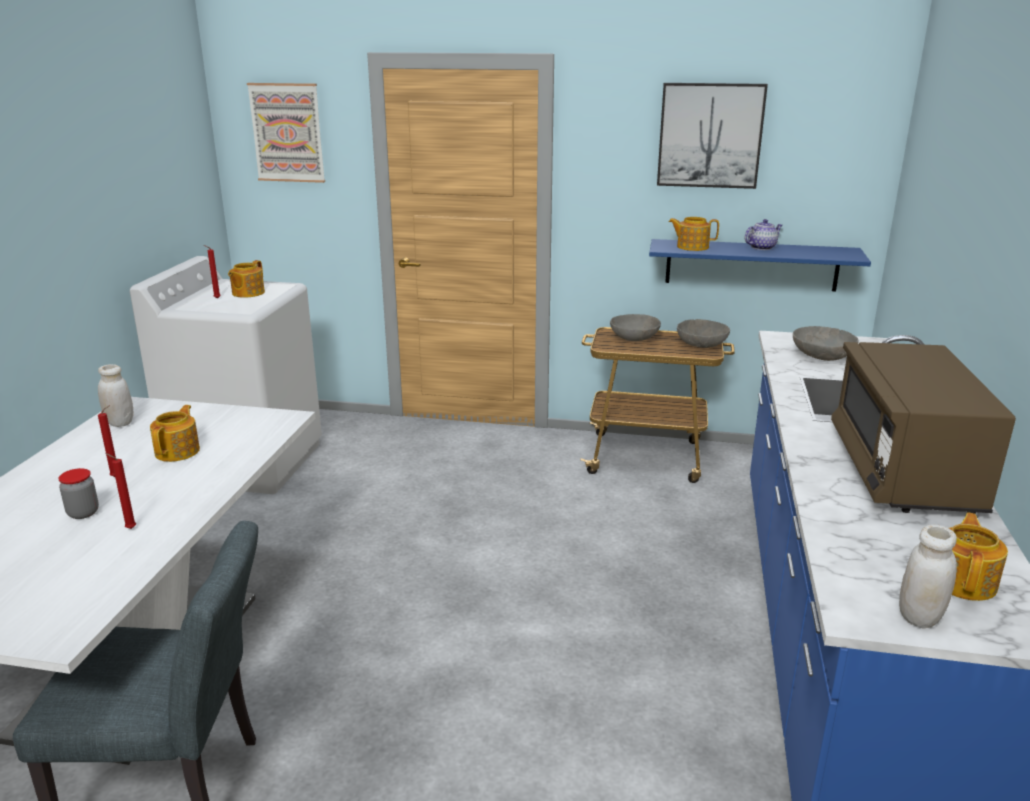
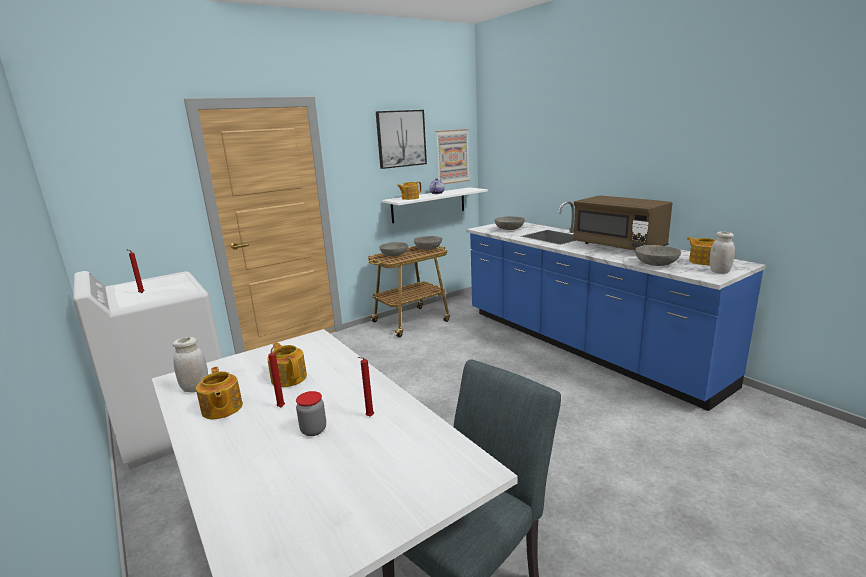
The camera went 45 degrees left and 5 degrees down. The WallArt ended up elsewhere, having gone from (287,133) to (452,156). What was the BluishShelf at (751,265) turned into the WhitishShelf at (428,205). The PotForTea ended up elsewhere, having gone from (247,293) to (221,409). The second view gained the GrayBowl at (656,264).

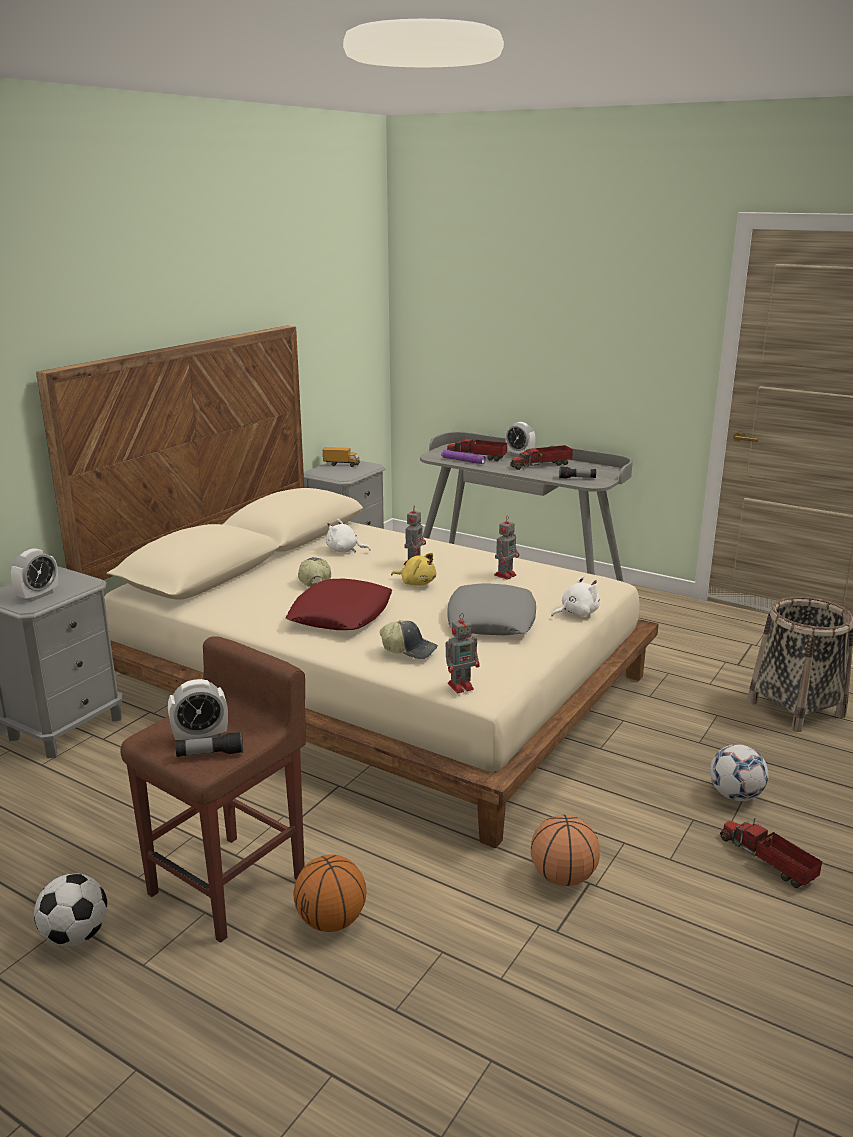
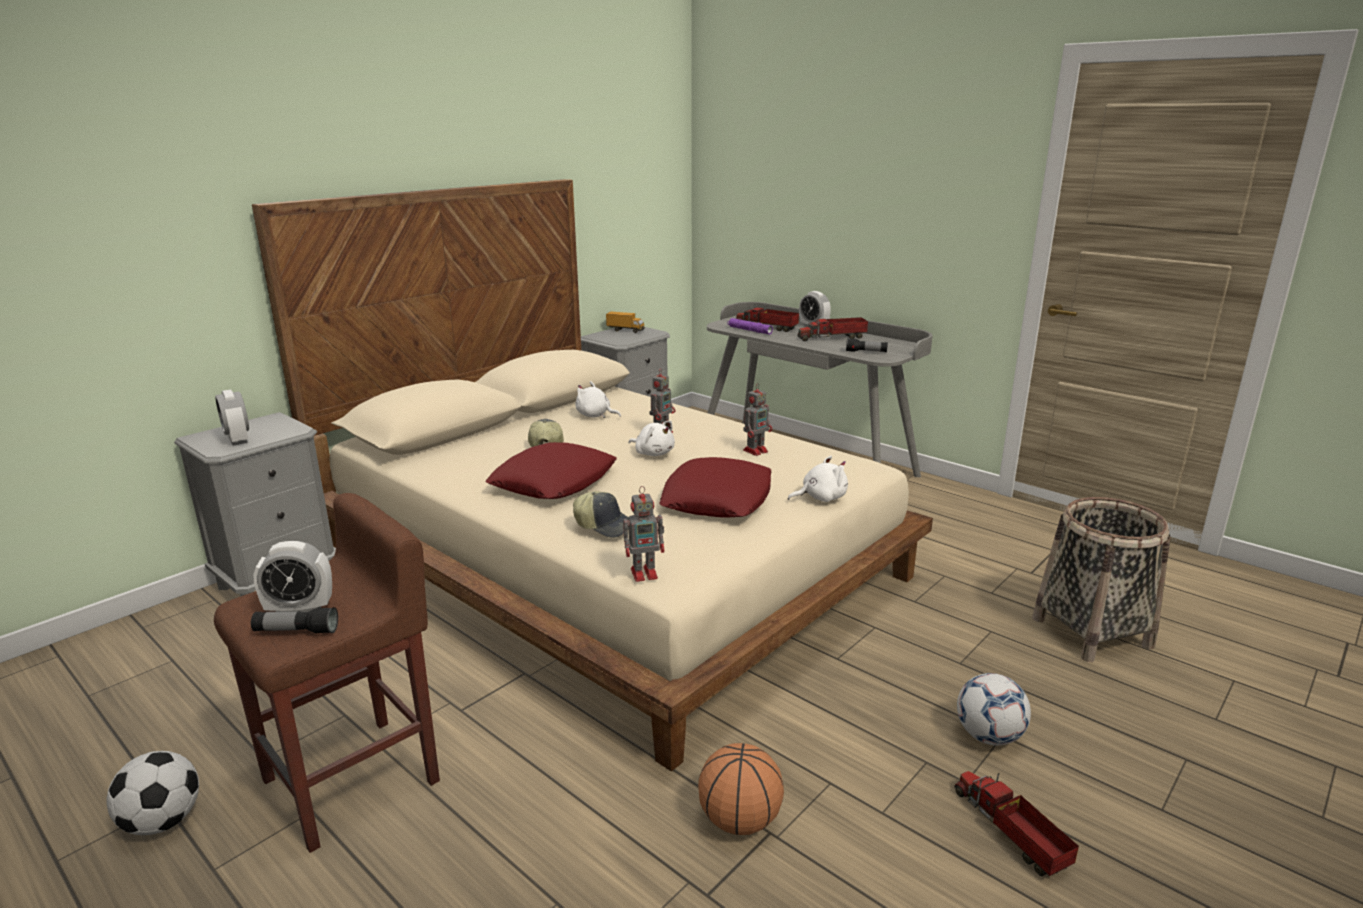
The camera went 10 degrees right and 0 degrees up. The AlarmClock at (38,595) ended up facing another way, 105 degrees clockwise from before. What was the YellowSoftToy at (416,583) turned into the WhitishSoftToy at (653,453). What was the GrayThrowPillow at (491,619) turned into the ReddishThrowPillow at (717,498). The second view lost the BasketballBall at (331,921).

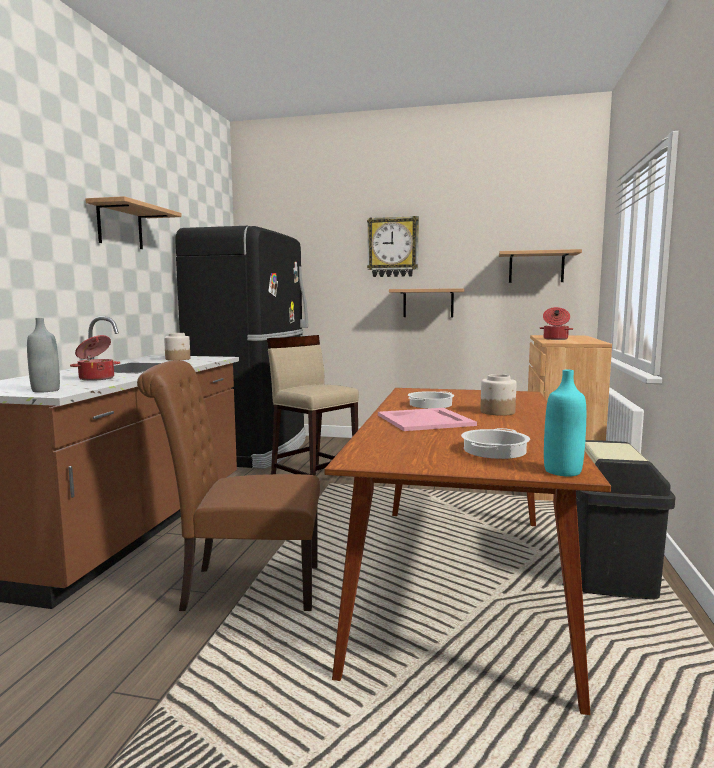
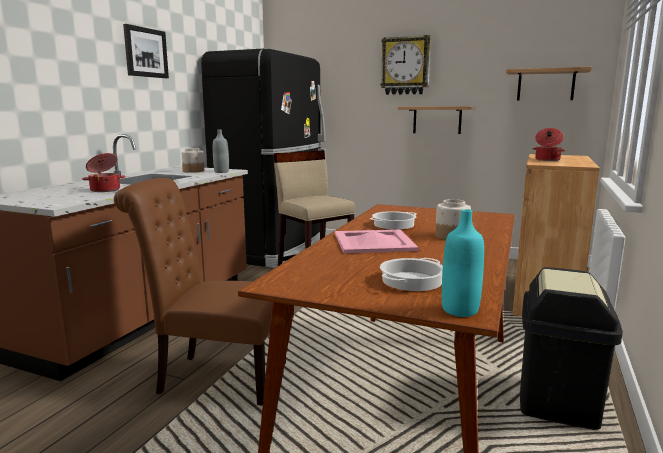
The camera went 10 degrees right and 5 degrees up. Where the Shelf hung at (120,226), the WallArt came to hang at (145,52). The GrayBeverageBottle ended up elsewhere, having gone from (45,390) to (221,172).

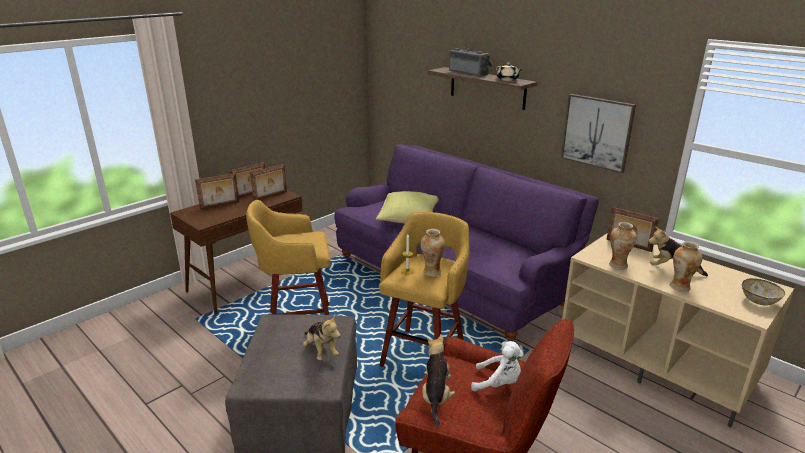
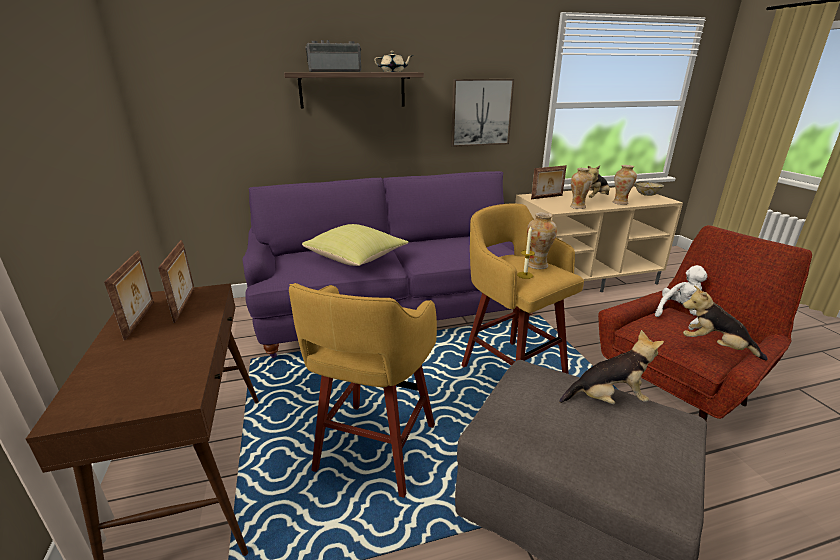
The camera went 60 degrees left and 0 degrees up. The second view lost the StandingFrame at (220,205).

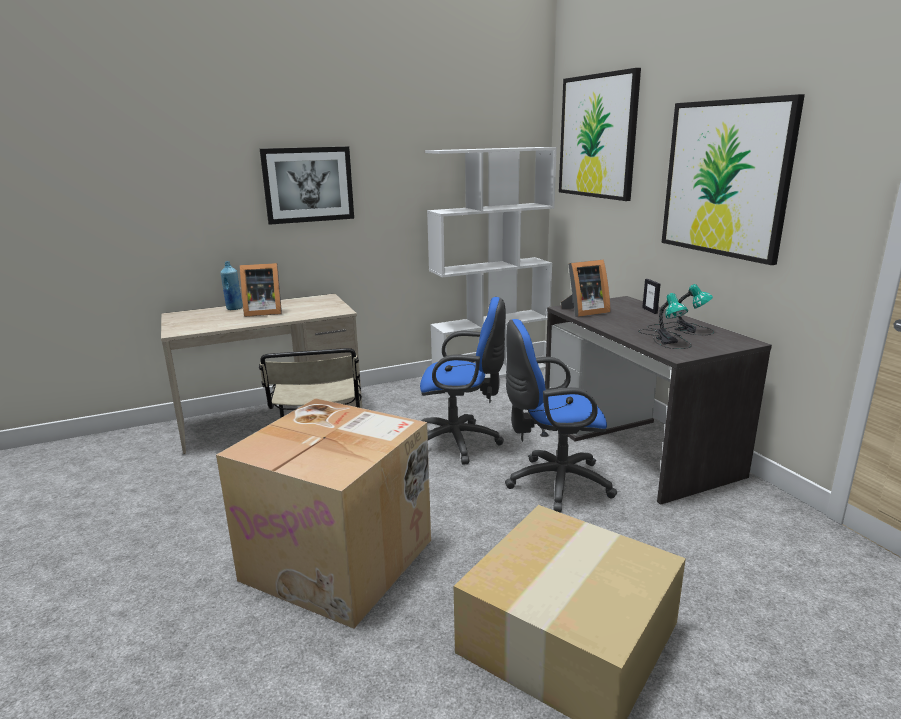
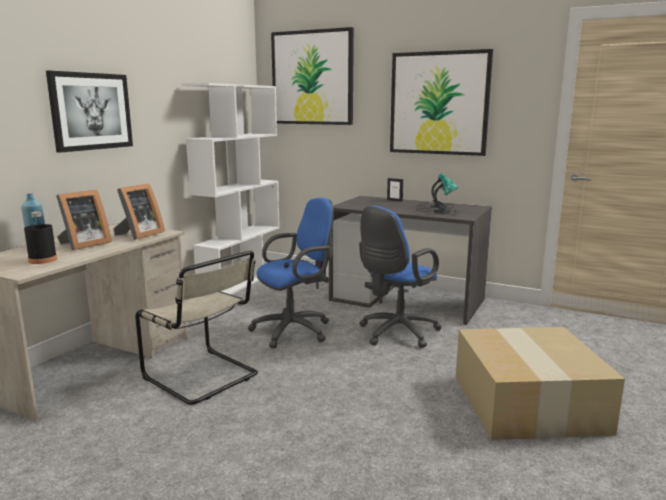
The camera went 40 degrees left and 5 degrees down. The StandingFrame ended up elsewhere, having gone from (584,312) to (139,235). The second view lost the CardboardBox at (341,559). The second view gained the BlackishBeverageBottle at (43,260).

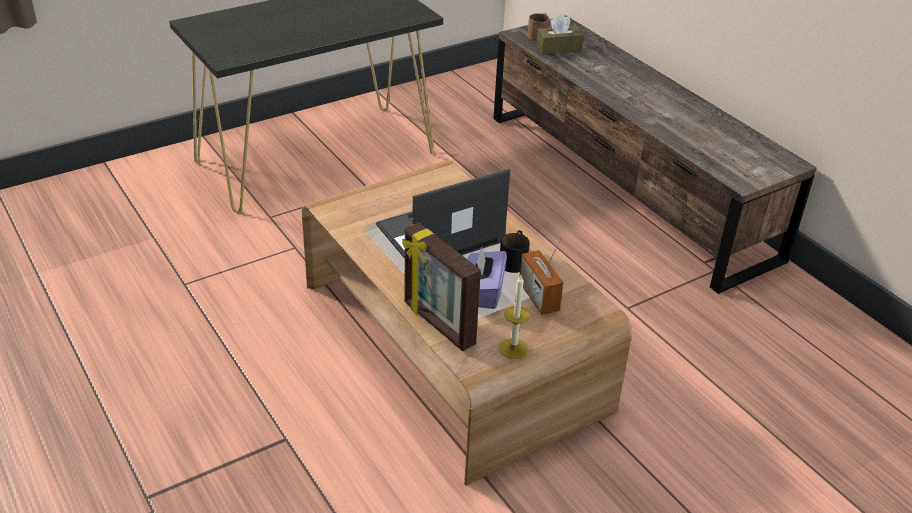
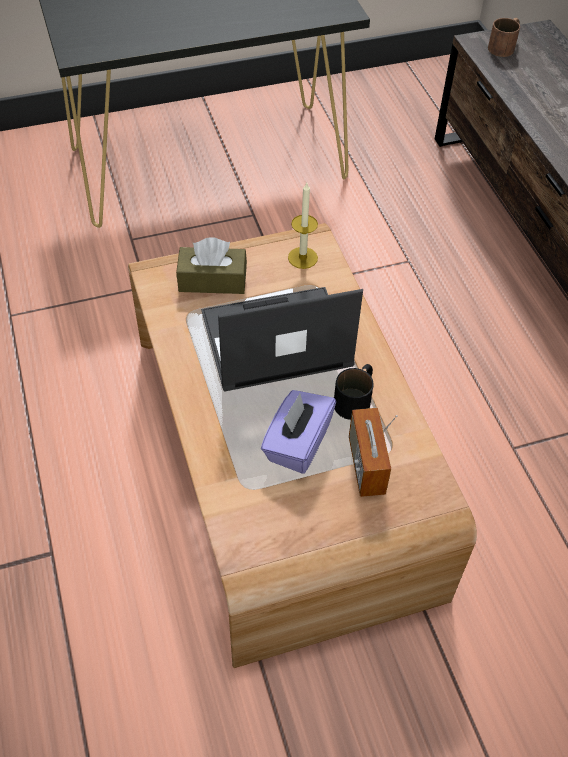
The camera went 15 degrees right and 15 degrees up. The BrownTissueHolder ended up elsewhere, having gone from (558,48) to (212,280). The second view lost the StandingFrame at (437,324). The WaxLight ended up elsewhere, having gone from (513,348) to (302,258).

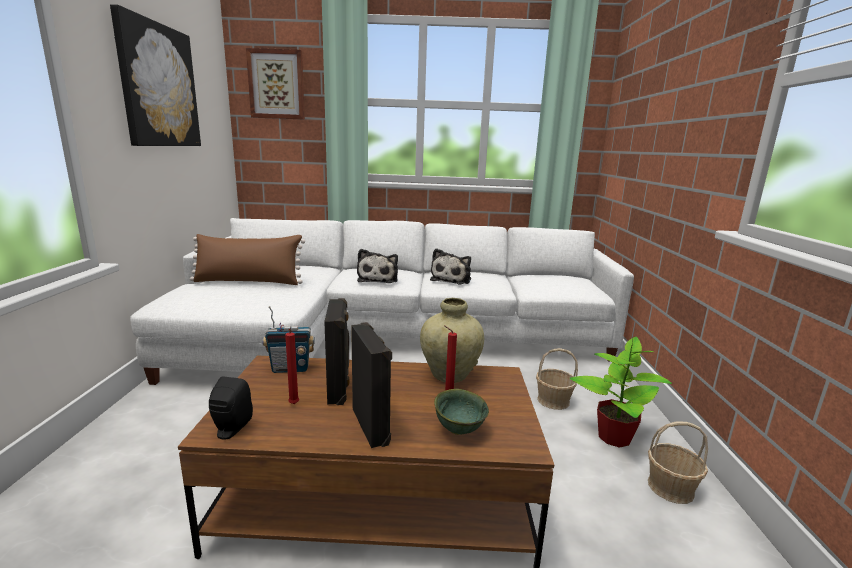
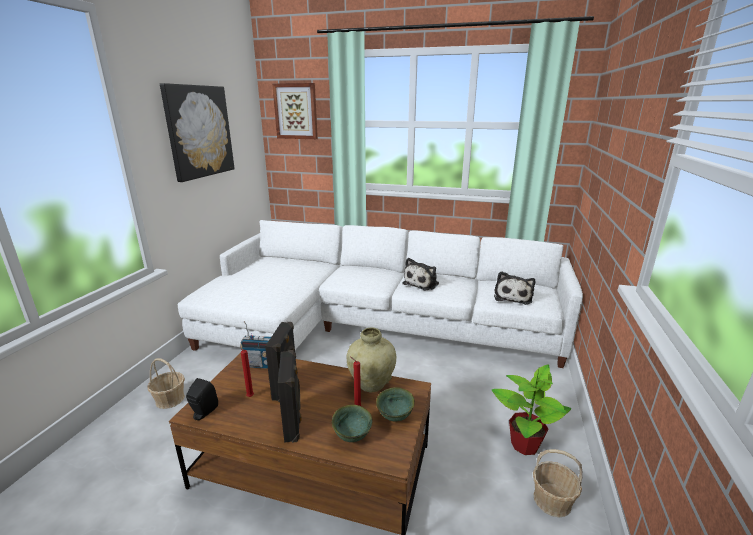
The camera went 15 degrees right and 5 degrees up. The second view lost the BrownThrowPillow at (248,282). The SoftToy ended up elsewhere, having gone from (378,279) to (512,297). The StorageBasket ended up elsewhere, having gone from (553,400) to (170,399). The second view gained the GreenColouredBowl at (396,417).

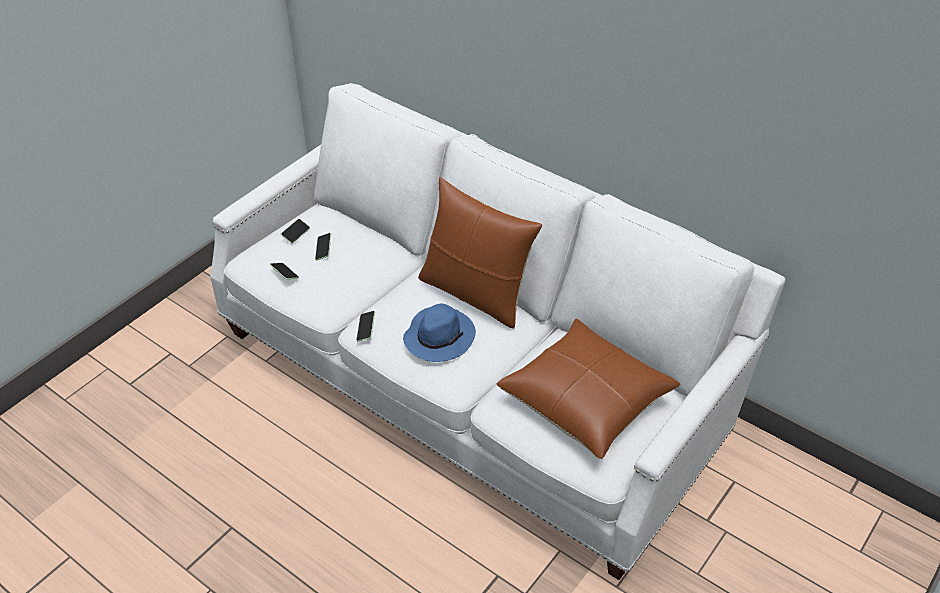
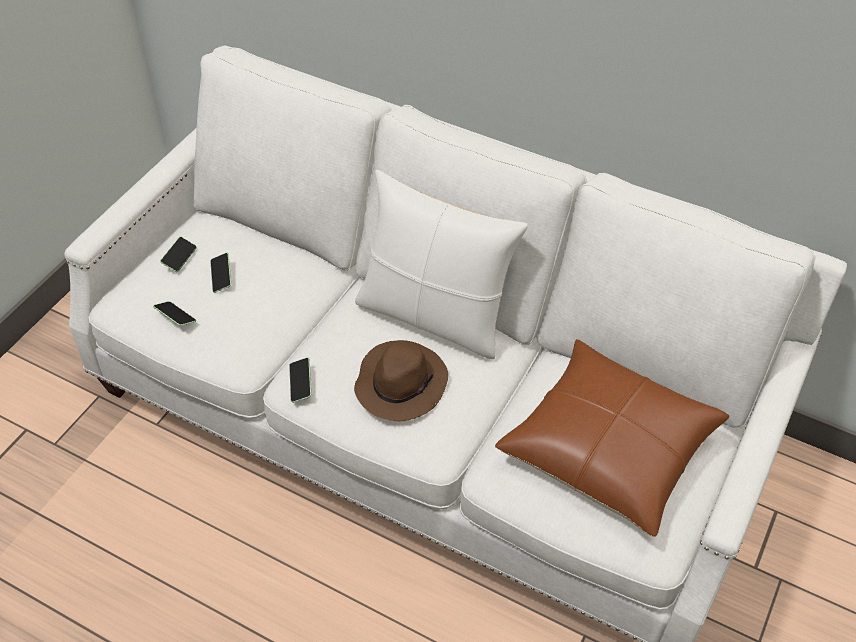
The camera went 10 degrees left and 5 degrees up. What was the BrownThrowPillow at (475,293) turned into the WhitishThrowPillow at (434,316). What was the BluishHat at (439,337) turned into the BrownHat at (400,383).

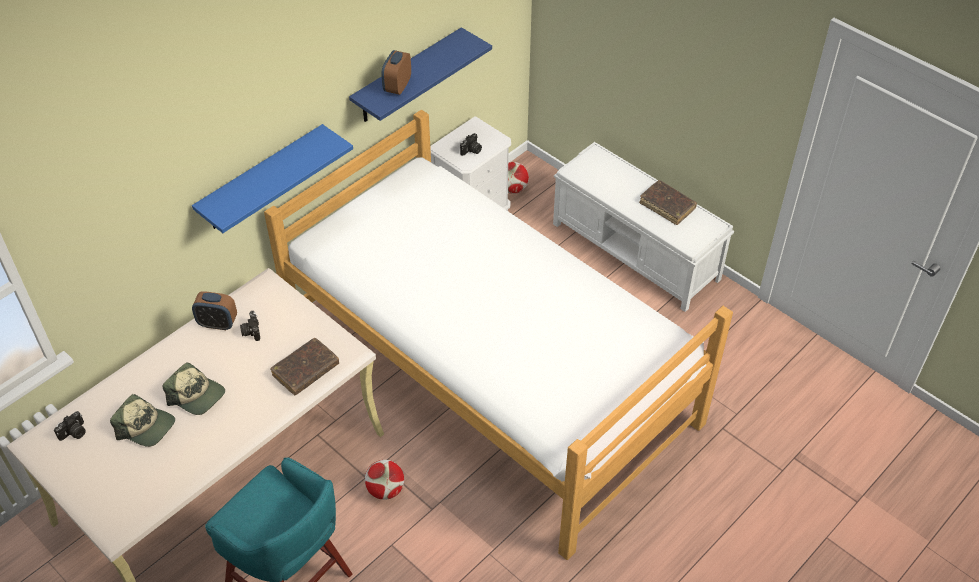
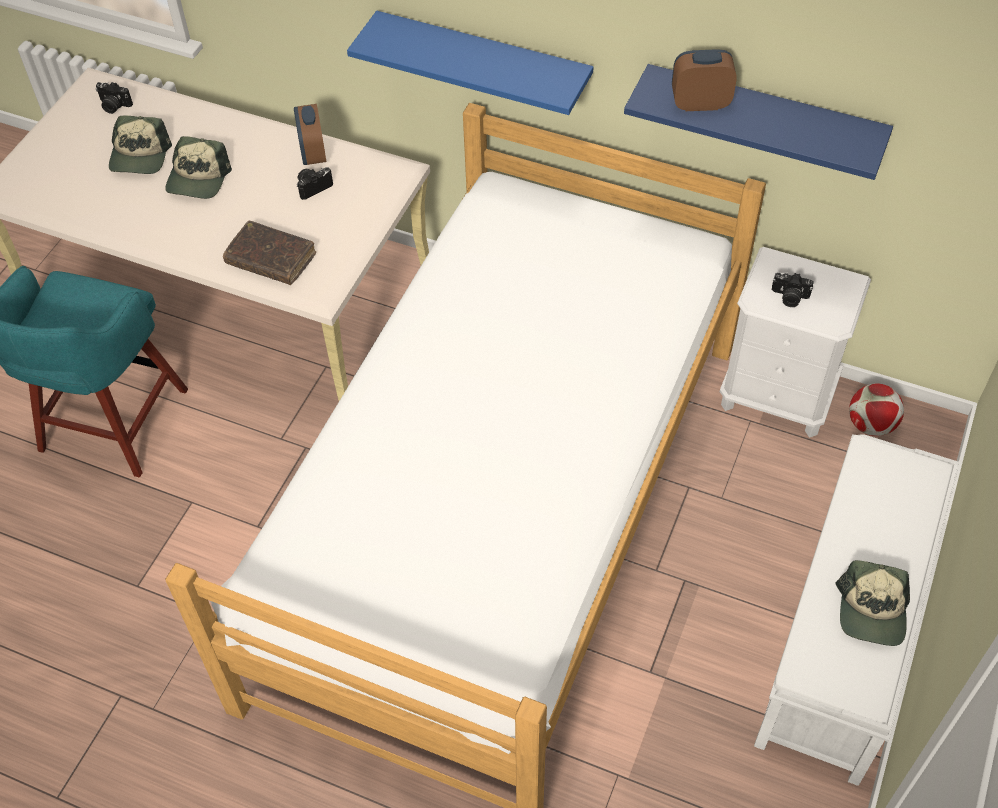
The camera went 70 degrees right and 5 degrees up. Where the BrownBoundBook stood at (667,206), the Cap came to stand at (872,611). The second view lost the Football at (385,490).

